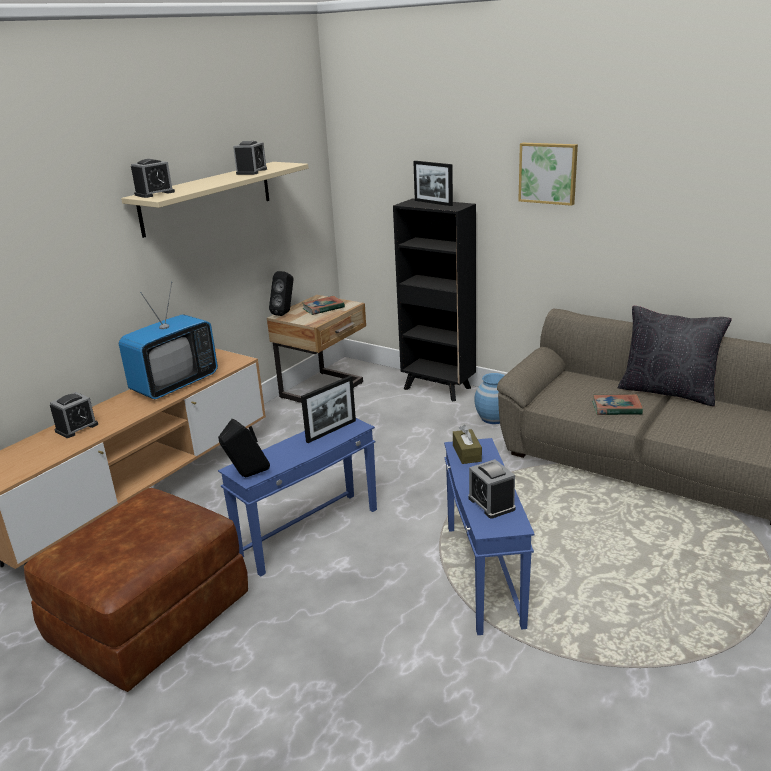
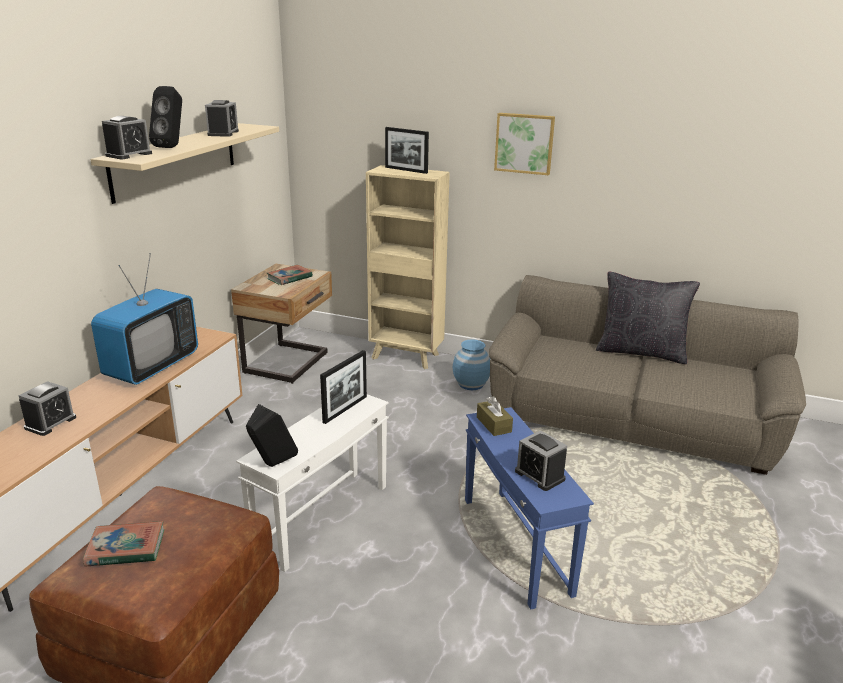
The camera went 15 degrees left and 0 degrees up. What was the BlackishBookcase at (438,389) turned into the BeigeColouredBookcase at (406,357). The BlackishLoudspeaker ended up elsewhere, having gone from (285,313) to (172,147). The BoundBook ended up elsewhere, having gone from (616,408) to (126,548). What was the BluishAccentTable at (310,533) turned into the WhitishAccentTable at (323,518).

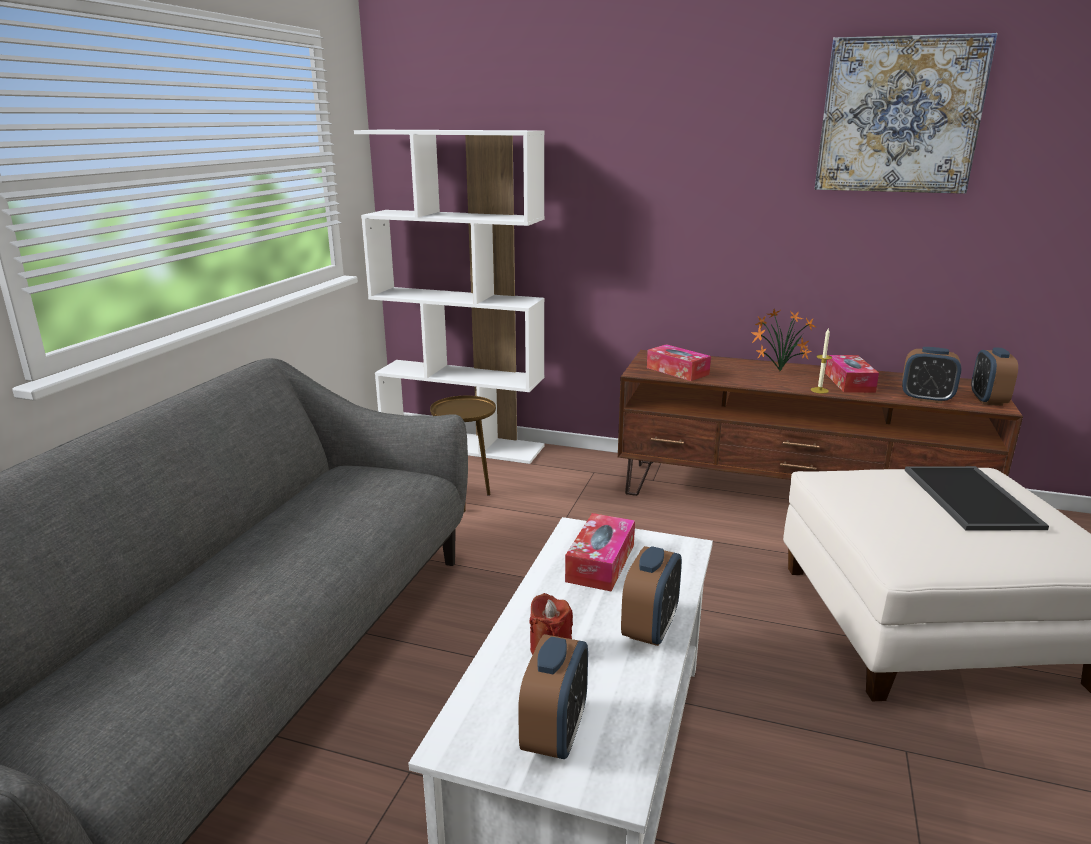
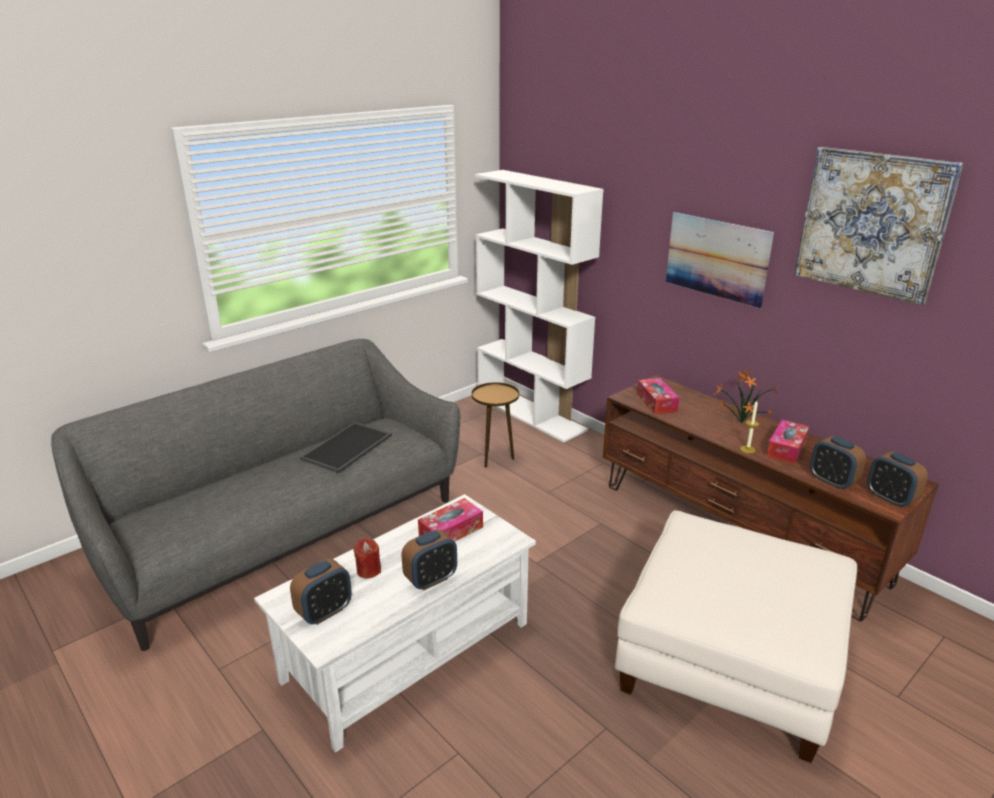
The camera went 30 degrees right and 5 degrees up. The AlarmClock at (988,400) ended up facing another way, 75 degrees counterclockwise from before. The ServingTray ended up elsewhere, having gone from (973,498) to (348,448). The second view gained the WallArt at (716,258).

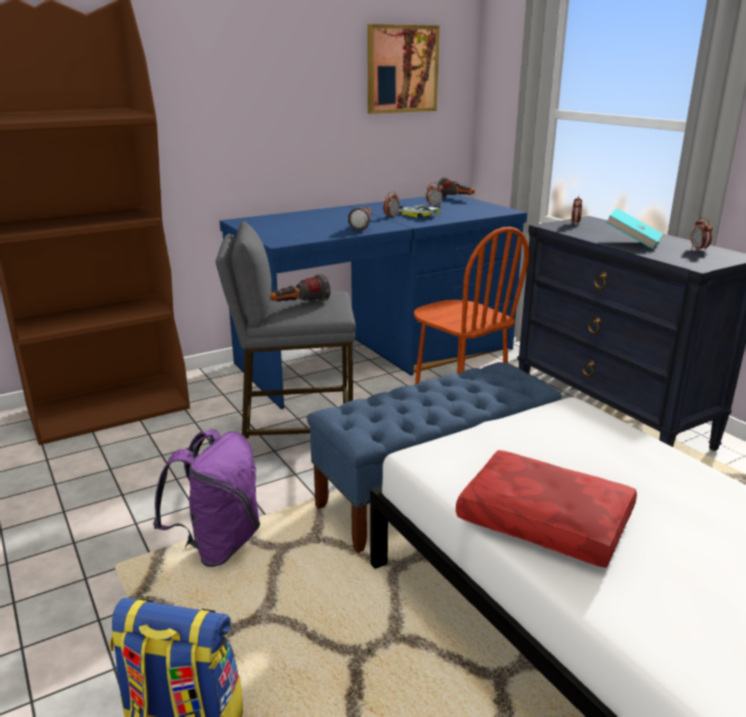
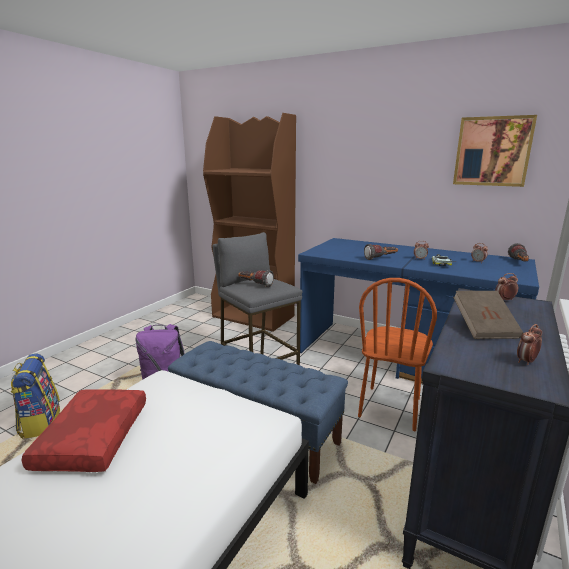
The camera went 60 degrees right and 5 degrees down. What was the BlueGreenBoundBook at (632,242) turned into the BrownBoundBook at (484,328).

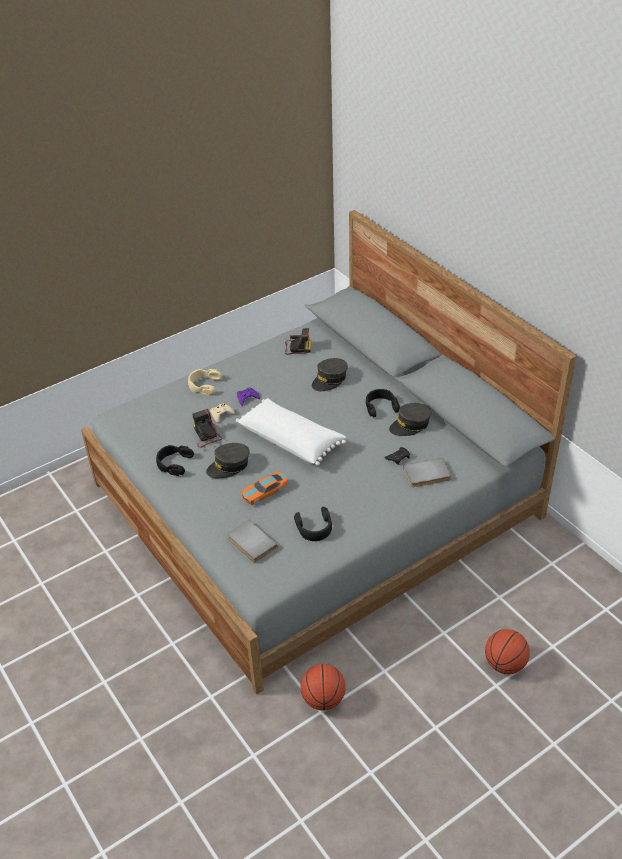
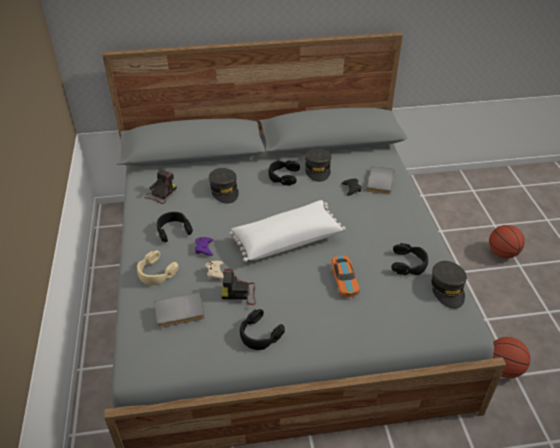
The camera went 65 degrees left and 0 degrees up. The GrayCap ended up elsewhere, having gone from (229,466) to (447,289). The GrayBoundBook ended up elsewhere, having gone from (250,543) to (179,312). The second view gained the BlackishPairOfHeadphones at (173,230).

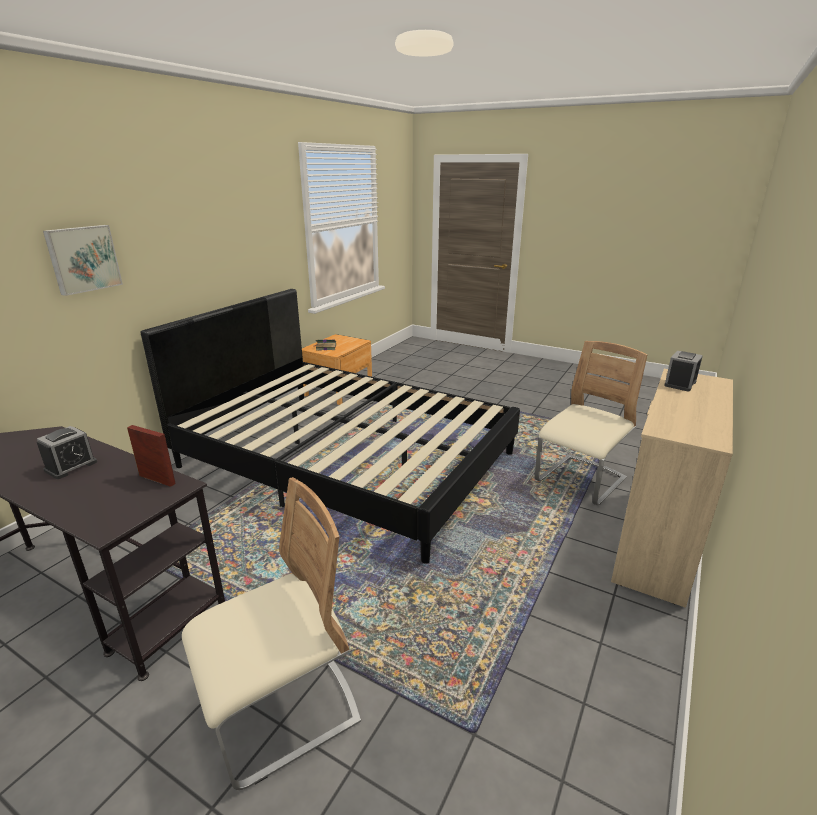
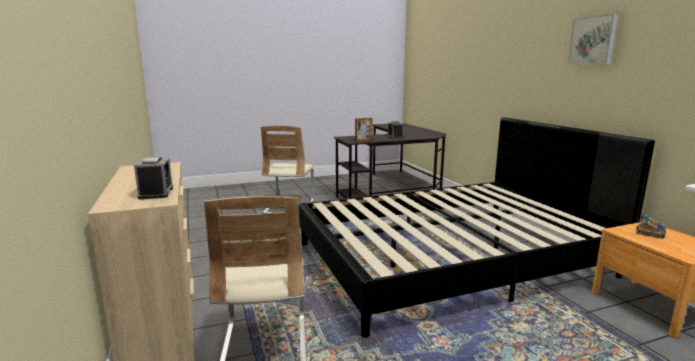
The camera went 130 degrees right and 10 degrees down. The WallArt ended up elsewhere, having gone from (83,259) to (593,40).

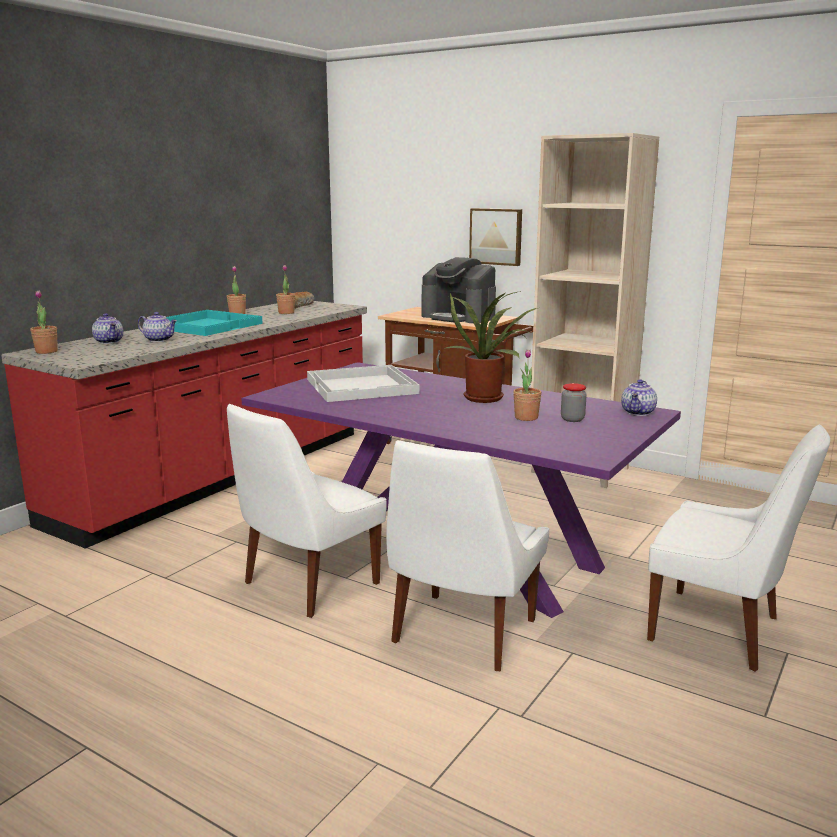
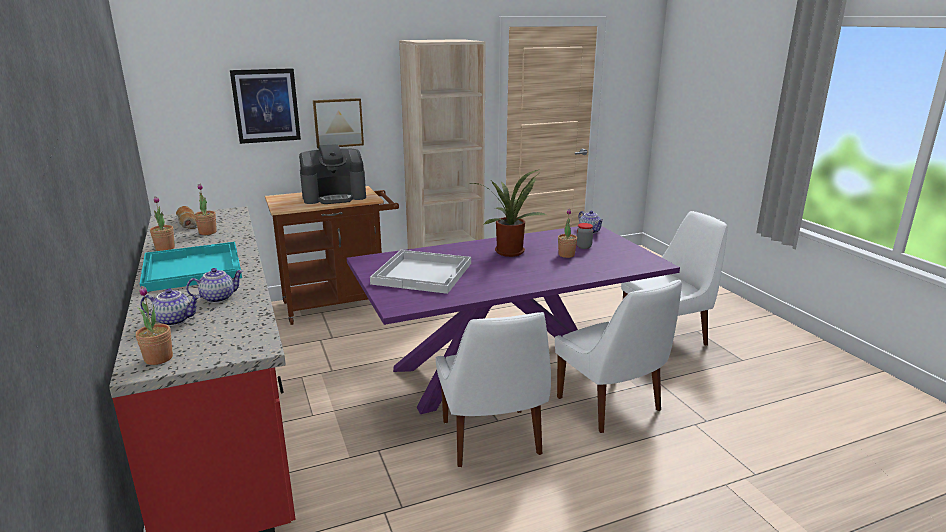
The camera went 55 degrees left and 5 degrees up. The second view gained the WallArt at (266,105).

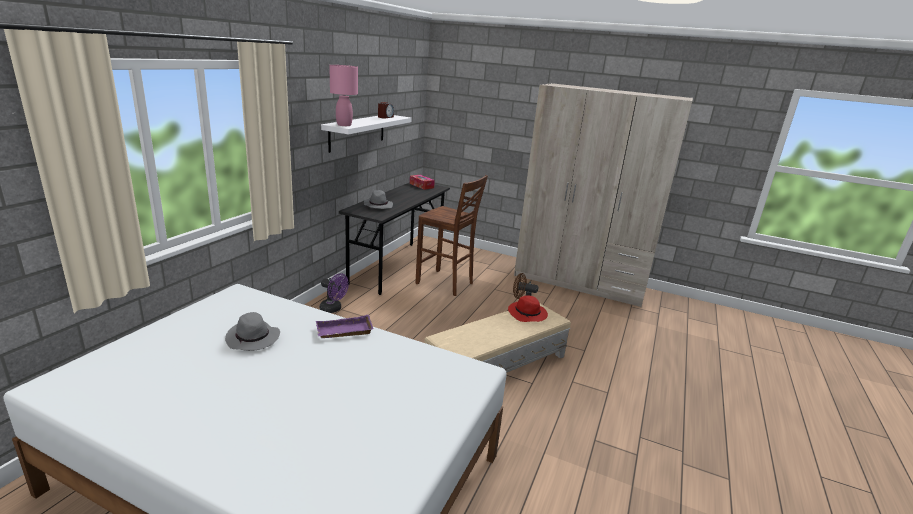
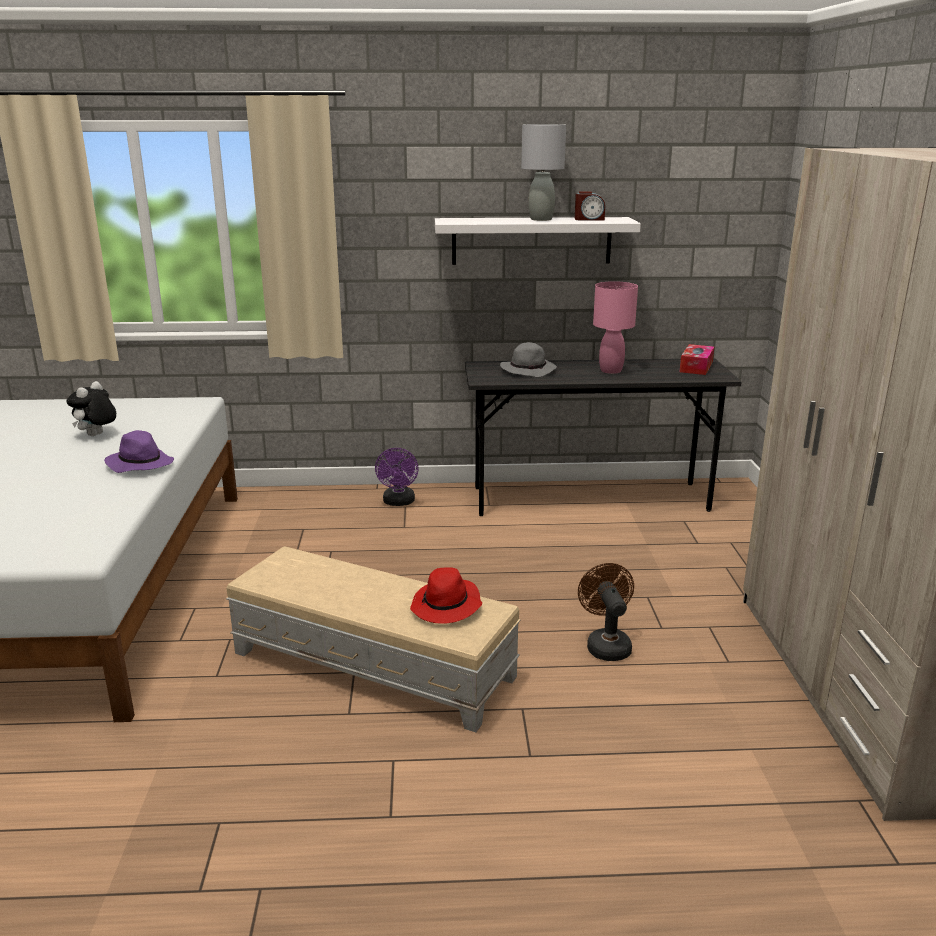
The camera went 65 degrees right and 0 degrees up. The PinkTableLamp ended up elsewhere, having gone from (344,125) to (611,371). The second view lost the BrownStool at (446,284). Where the GrayHat stood at (253,339), the SoftToy came to stand at (96,435). Where the PurpleColouredServingTray stood at (344,332), the PurpleColouredHat came to stand at (139,464). The second view gained the GrayTableLamp at (540,219).

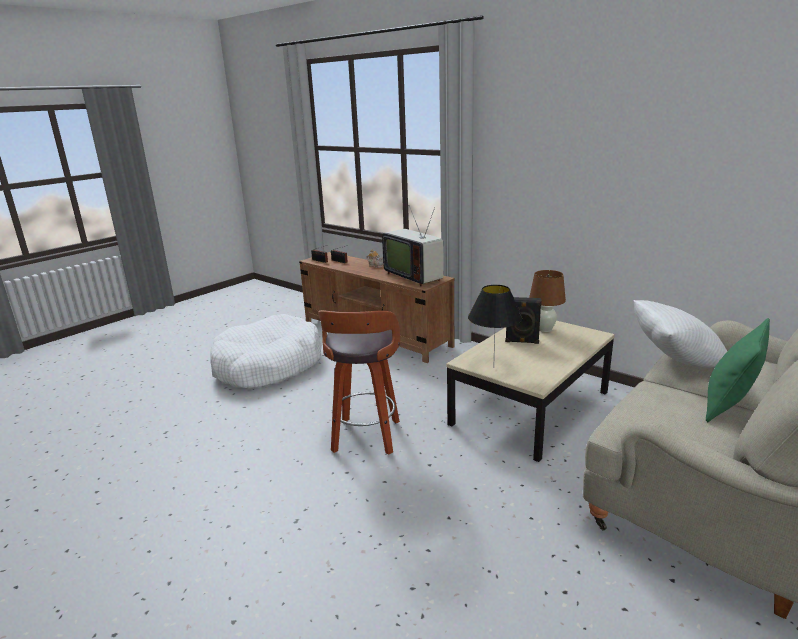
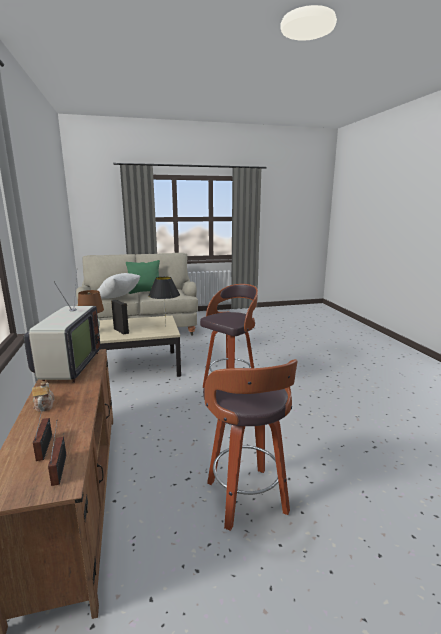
The camera went 145 degrees left and 5 degrees down. Where the WhitishDogCushion stood at (268,365), the Stool came to stand at (247,499).

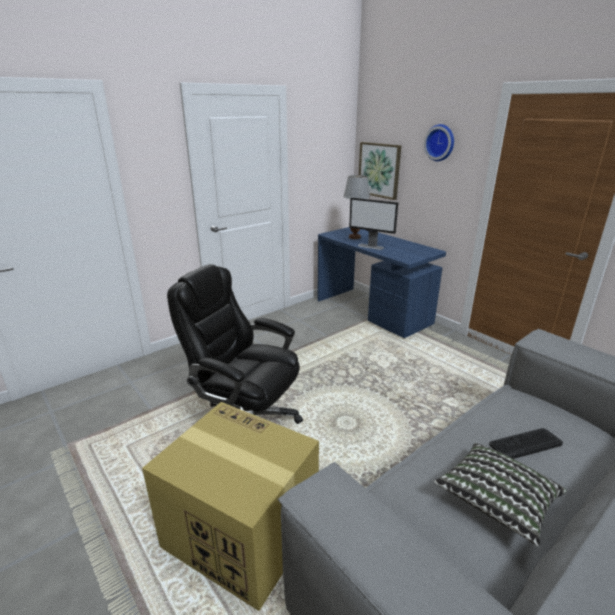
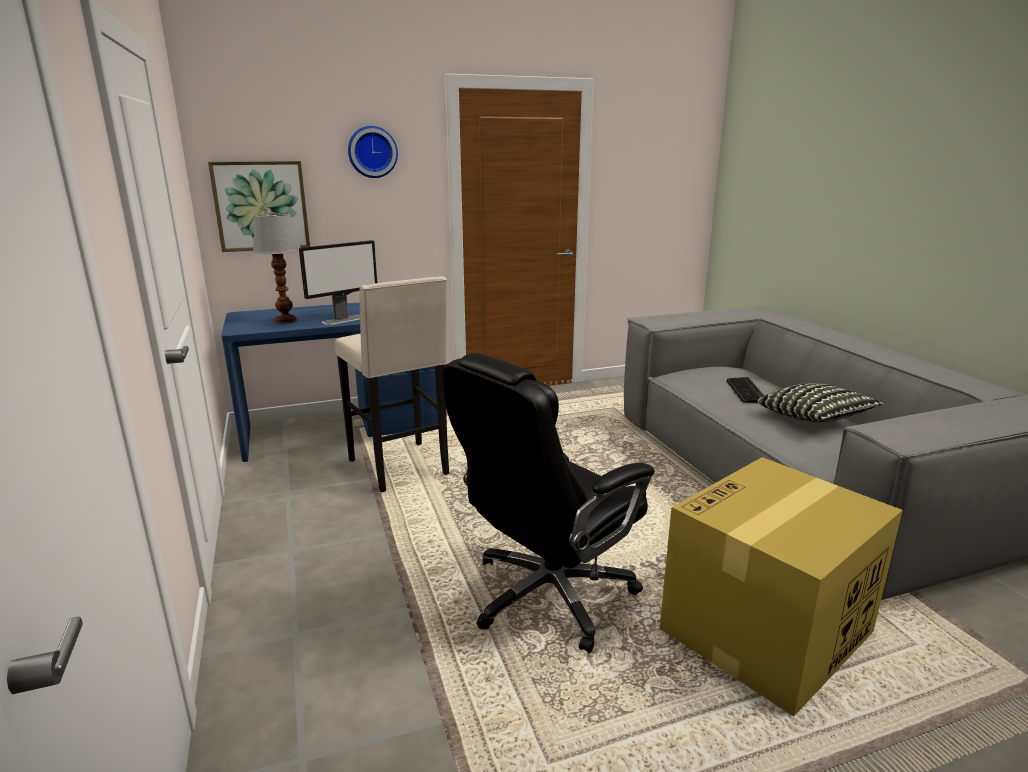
The camera went 70 degrees left and 5 degrees down. The second view gained the BeigeColouredStool at (401,468).

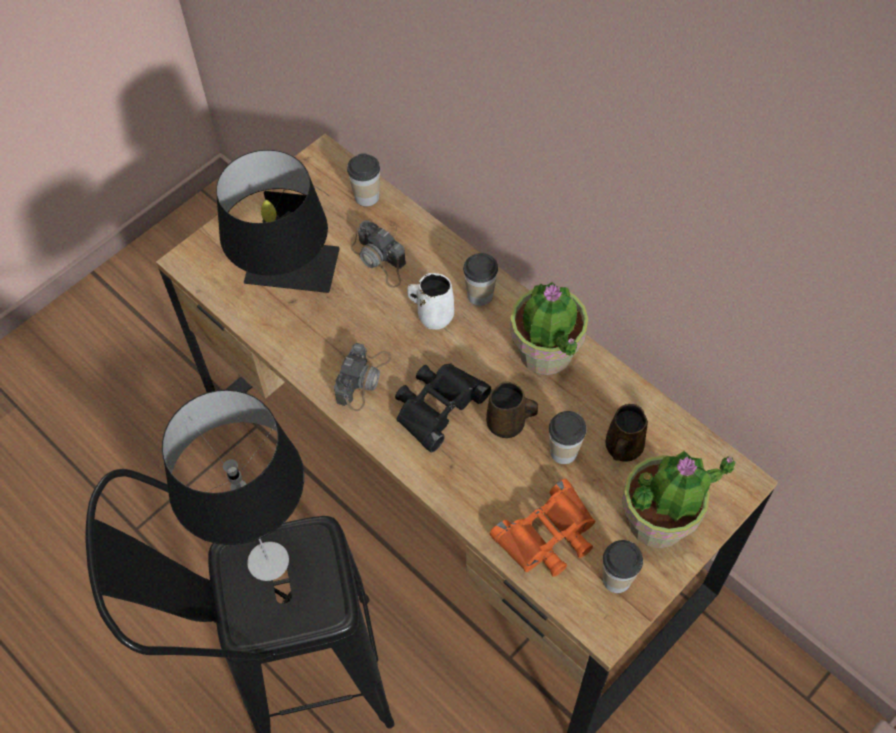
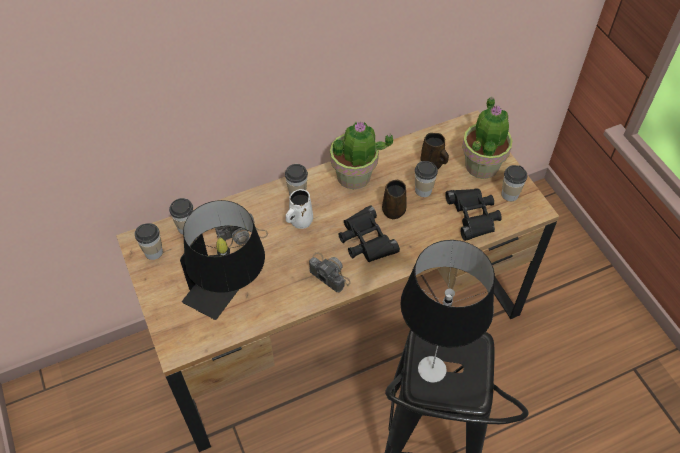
The camera went 70 degrees left and 5 degrees down. What was the OrangeFieldGlasses at (548,536) turned into the BlackishFieldGlasses at (473,215). The second view gained the Cup at (153,252).

